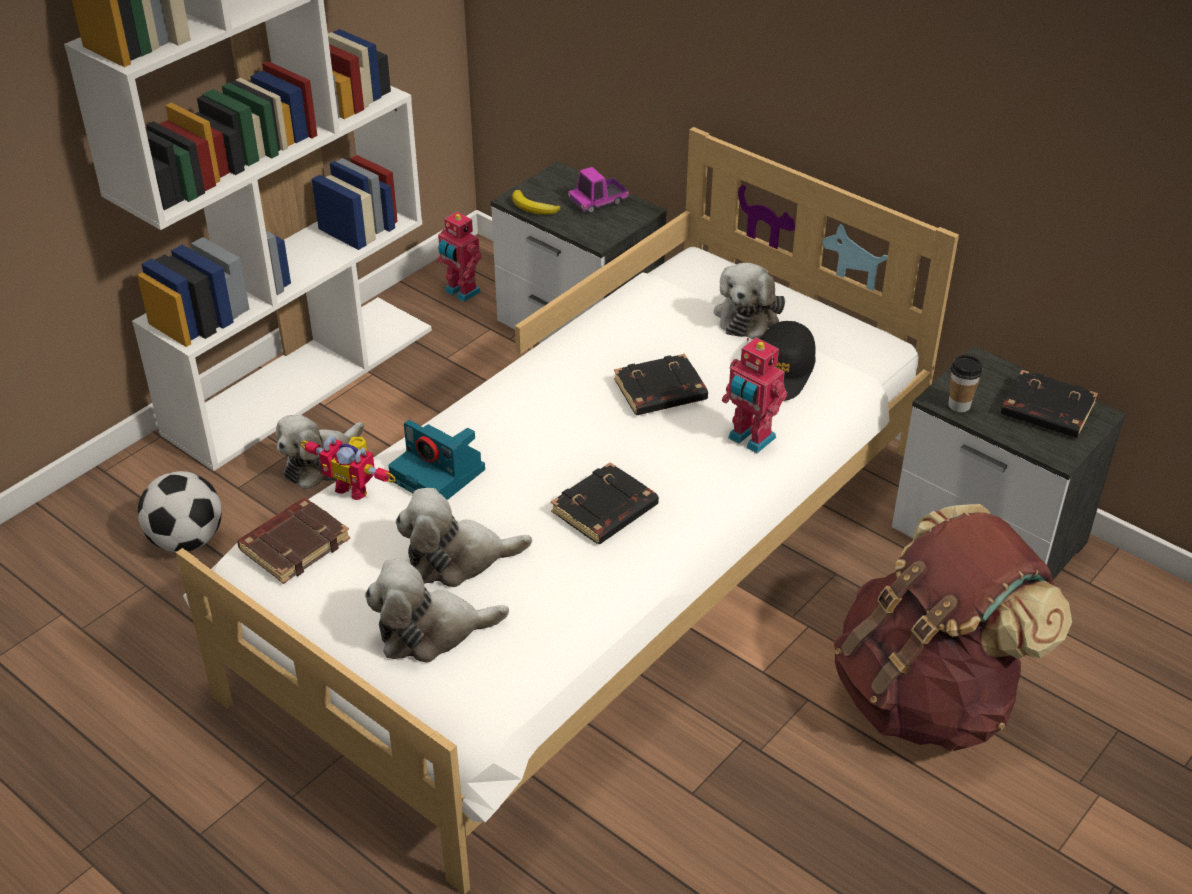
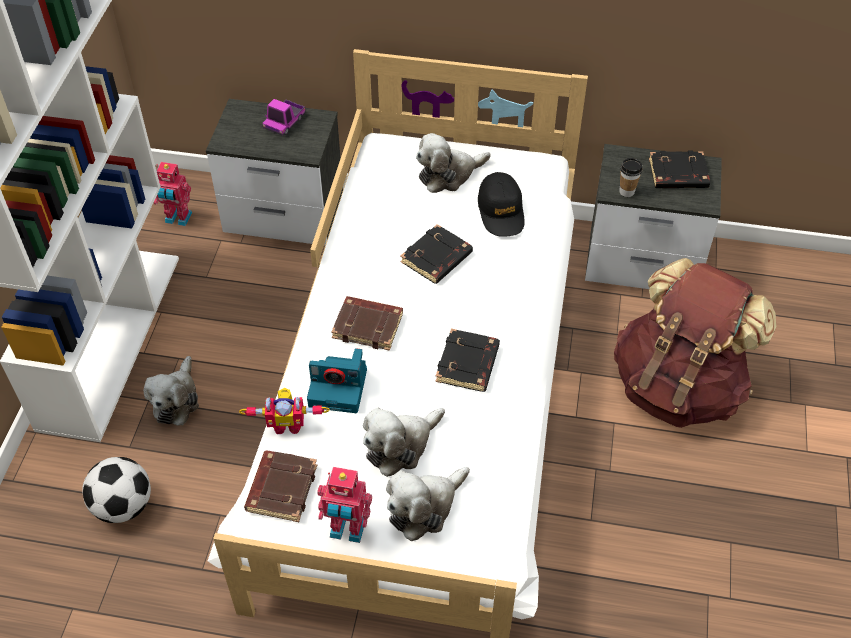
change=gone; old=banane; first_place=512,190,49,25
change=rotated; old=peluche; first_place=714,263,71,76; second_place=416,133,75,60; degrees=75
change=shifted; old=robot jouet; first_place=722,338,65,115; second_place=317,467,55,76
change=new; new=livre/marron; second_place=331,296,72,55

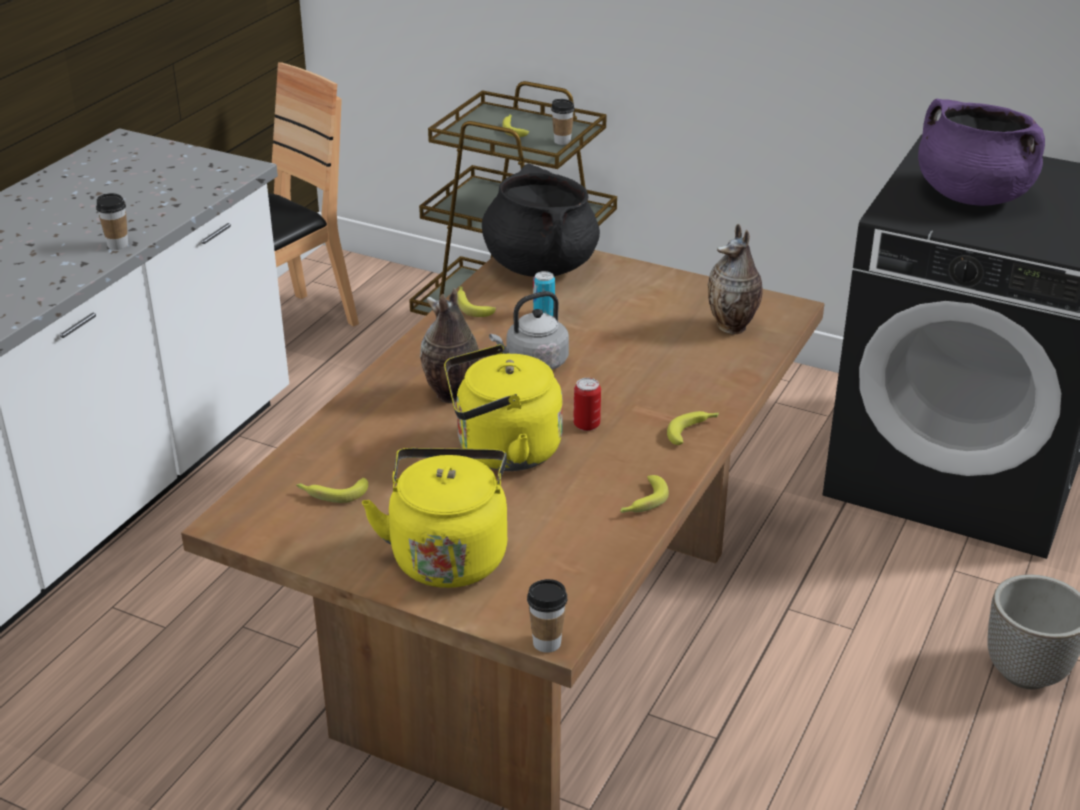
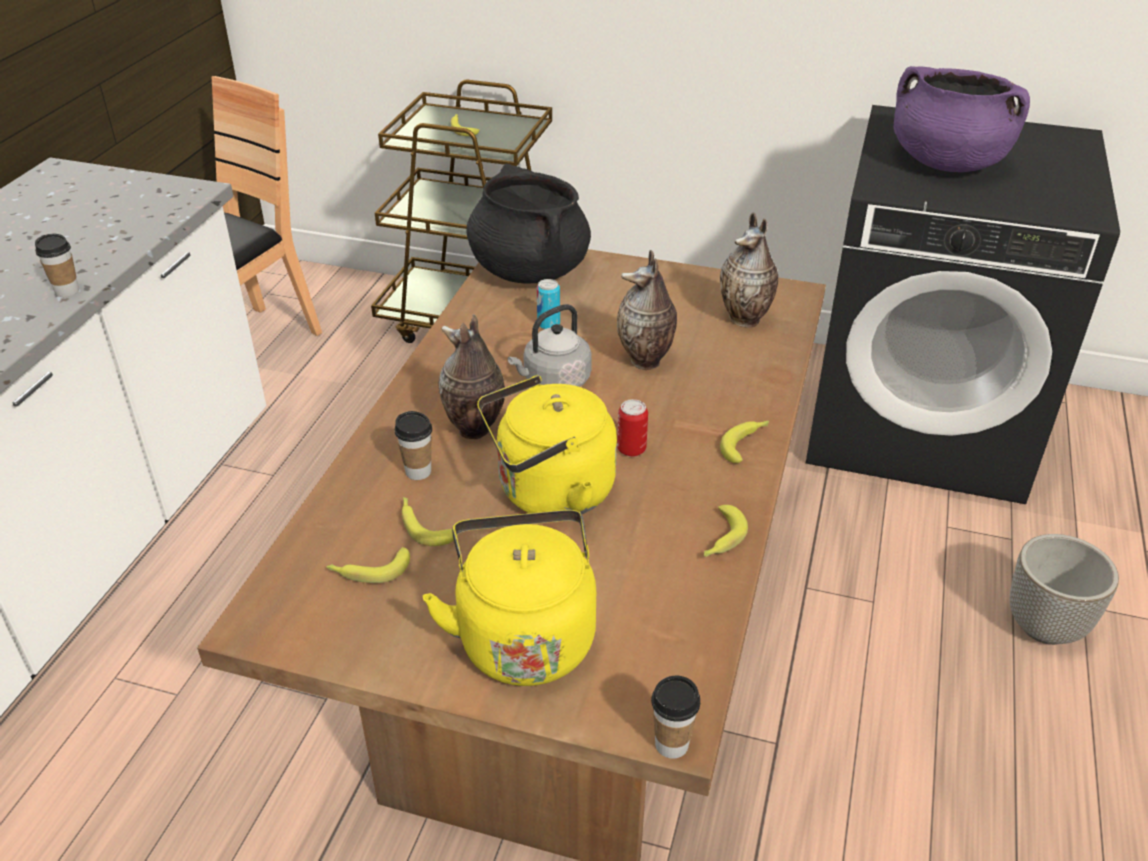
change=shifted; old=banane; first_place=457,286,39,31; second_place=402,497,56,49
change=shifted; old=tasse; first_place=551,99,24,46; second_place=395,411,37,69
change=new; new=vase; second_place=617,250,60,120

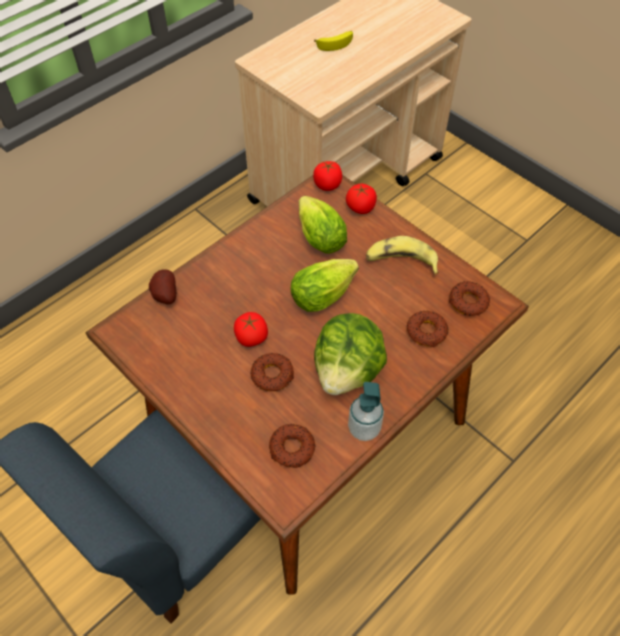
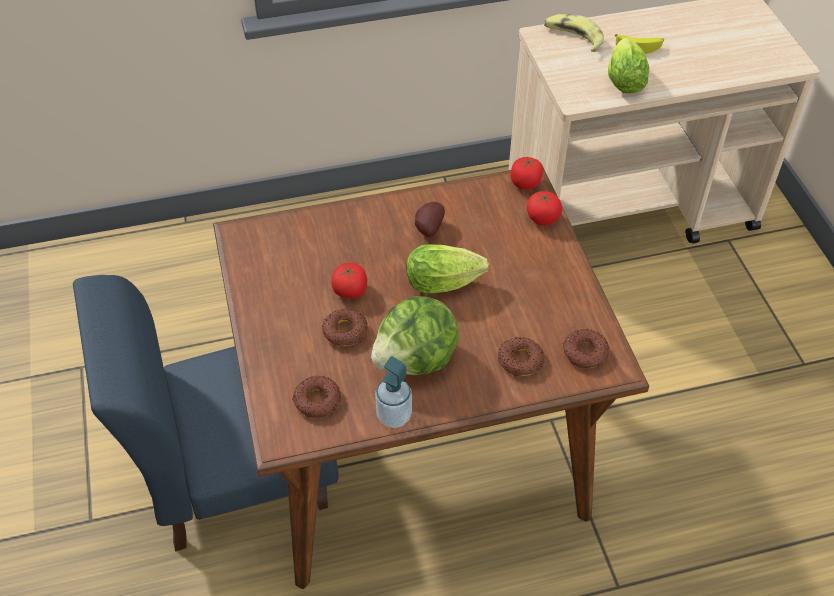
change=shifted; old=pomme de terre; first_place=149,269,27,35; second_place=415,202,30,35
change=shifted; old=laitue; first_place=299,196,48,58; second_place=608,38,41,56
change=shifted; old=banane; first_place=366,236,73,39; second_place=544,14,60,38

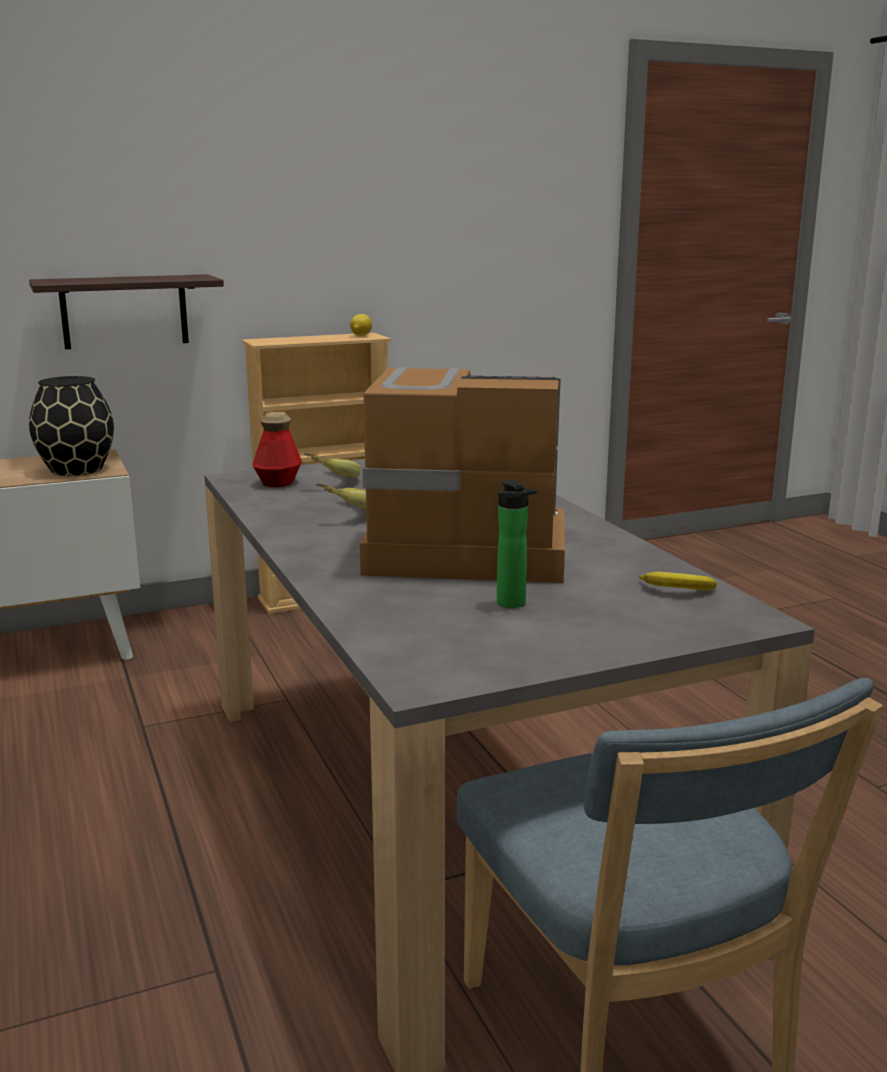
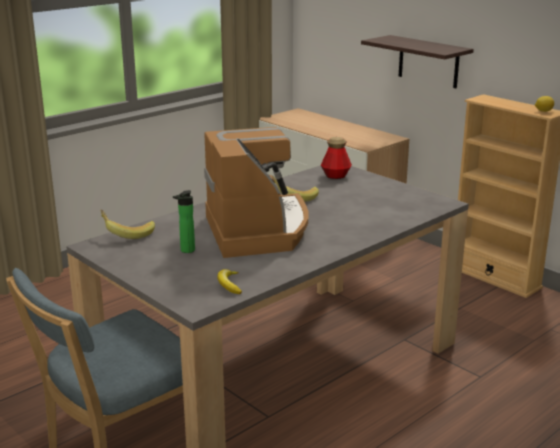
change=gone; old=vase/noir; first_place=29,376,85,100
change=shifted; old=banane; first_place=304,453,57,25; second_place=100,210,55,29

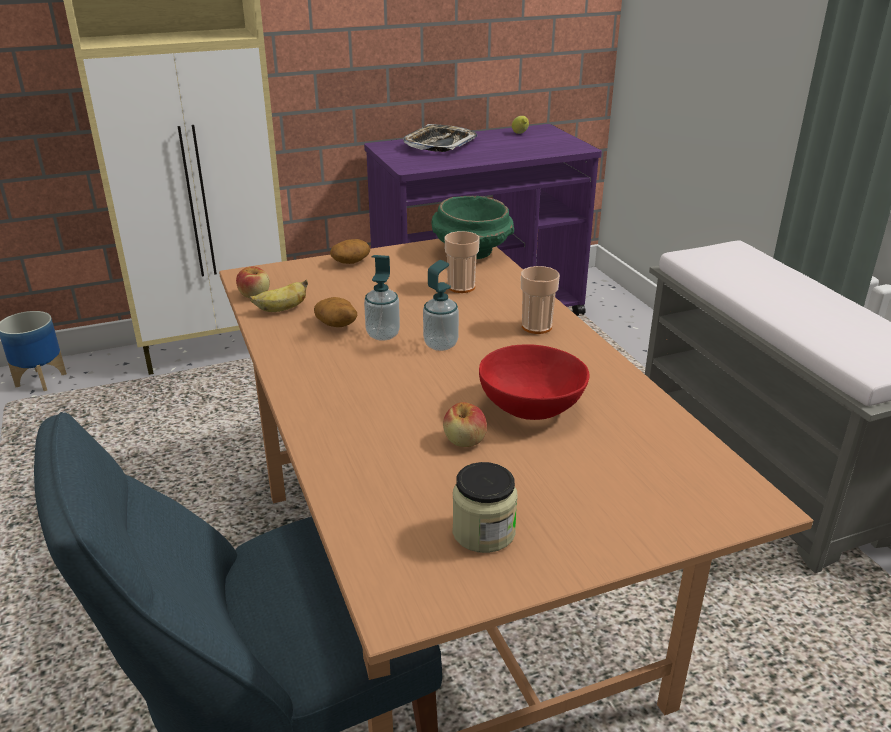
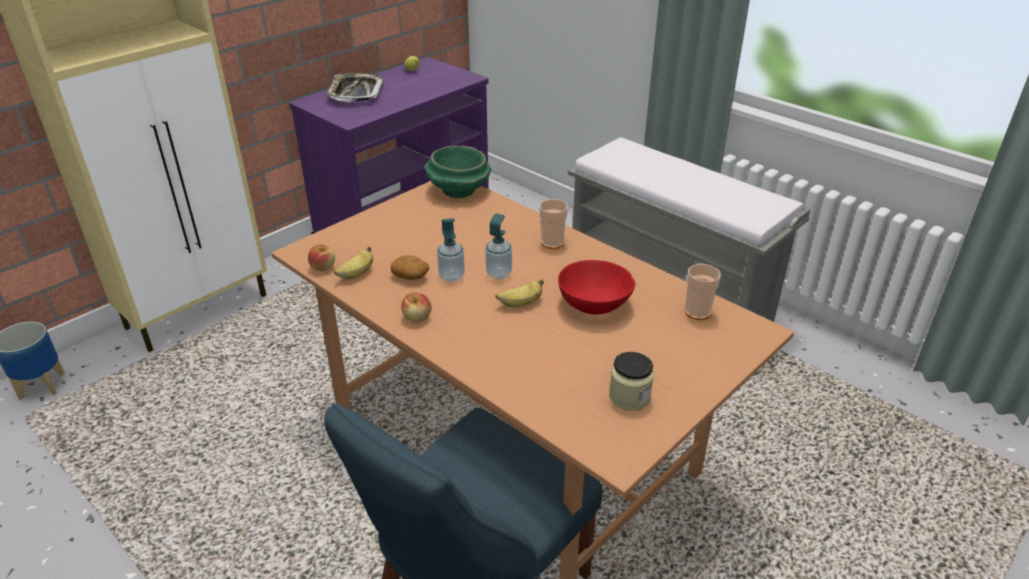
change=gone; old=pomme de terre; first_place=330,239,40,25
change=shifted; old=pomme; first_place=443,402,44,45; second_place=401,292,30,30
change=shifted; old=tasse; first_place=444,231,36,62; second_place=685,264,36,56
change=new; new=banane; second_place=496,279,48,28

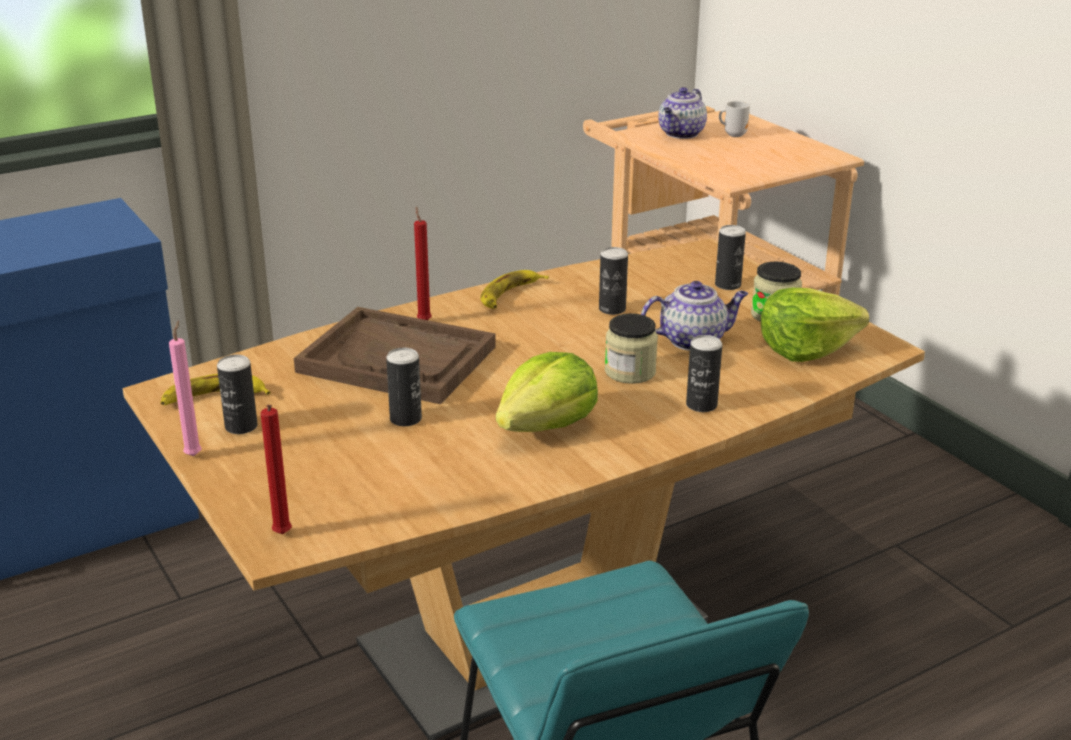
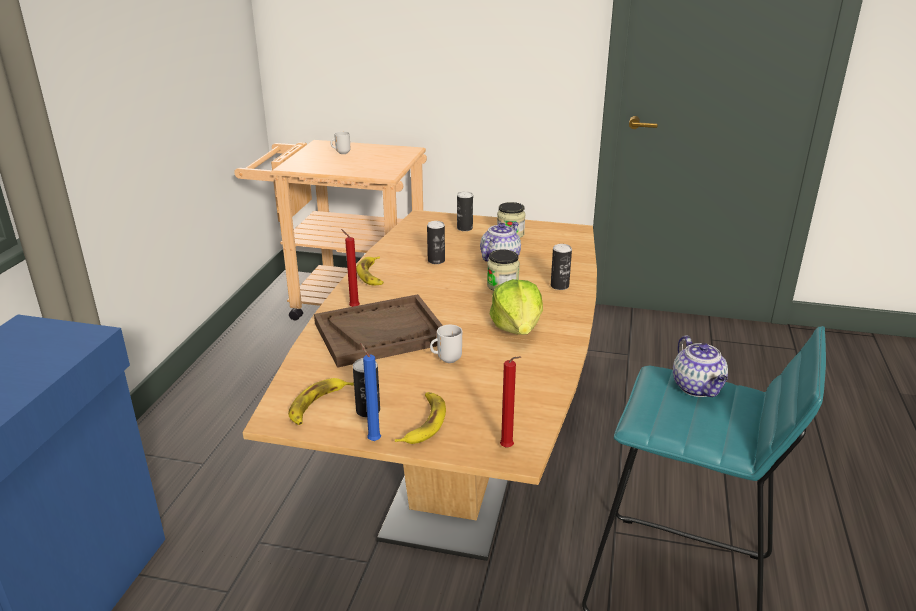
change=repainted; old=bougie/rose; new=bougie/bleu; first_place=169,321,32,135; second_place=360,343,21,98
change=swapped; old=boîte métallique; new=mug; first_place=386,348,36,78; second_place=430,325,32,38
change=shifted; old=théière; first_place=658,87,49,52; second_place=673,335,55,62
change=gone; old=laitue; first_place=761,288,108,74
change=new; new=banane; second_place=395,392,51,52

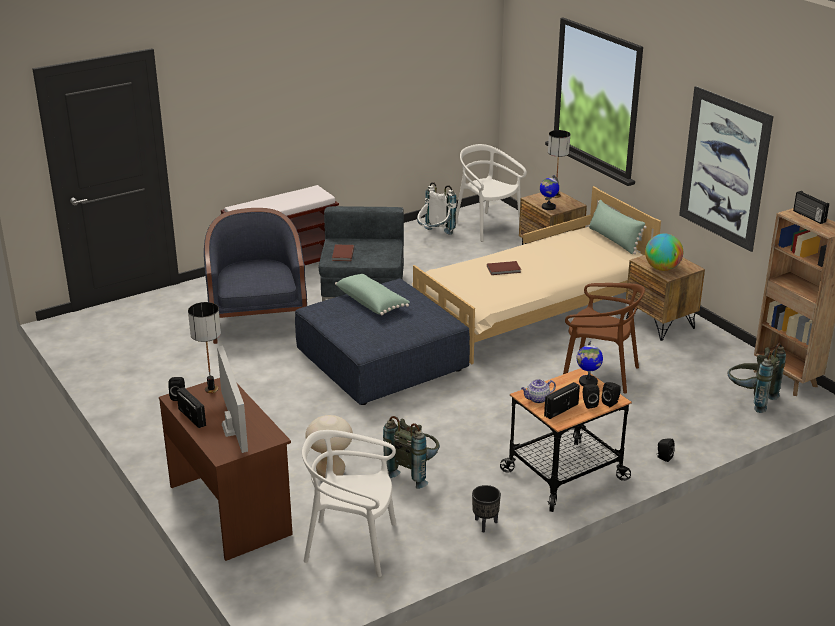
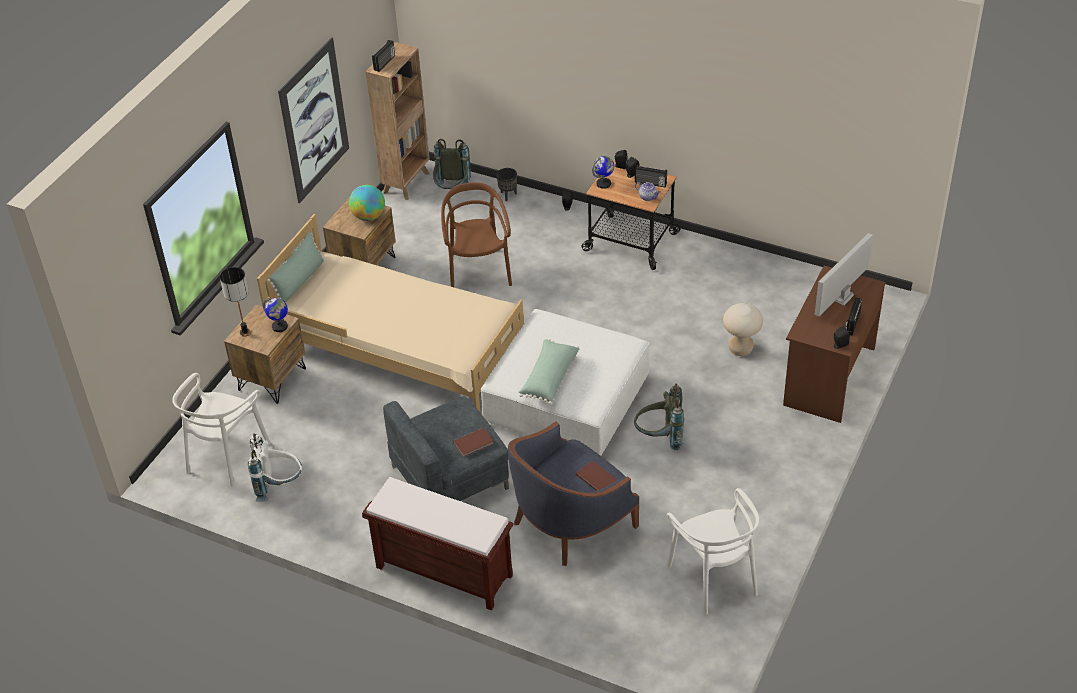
change=gone; old=lampe de table; first_place=188,302,33,91
change=repainted; old=pouf/bleu; new=pouf/blanc; first_place=295,279,175,126; second_place=481,309,168,147
change=shifted; old=chaise/blanc; first_place=302,430,94,147; second_place=667,488,92,127
change=shifted; old=sac à dos/gris; first_place=383,416,57,73; second_place=634,384,50,66
change=shifted; old=cache-pot/noir; first_place=472,485,29,48; second_place=497,168,20,33
change=shifted; old=livre/marron; first_place=487,261,34,14; second_place=576,461,41,30

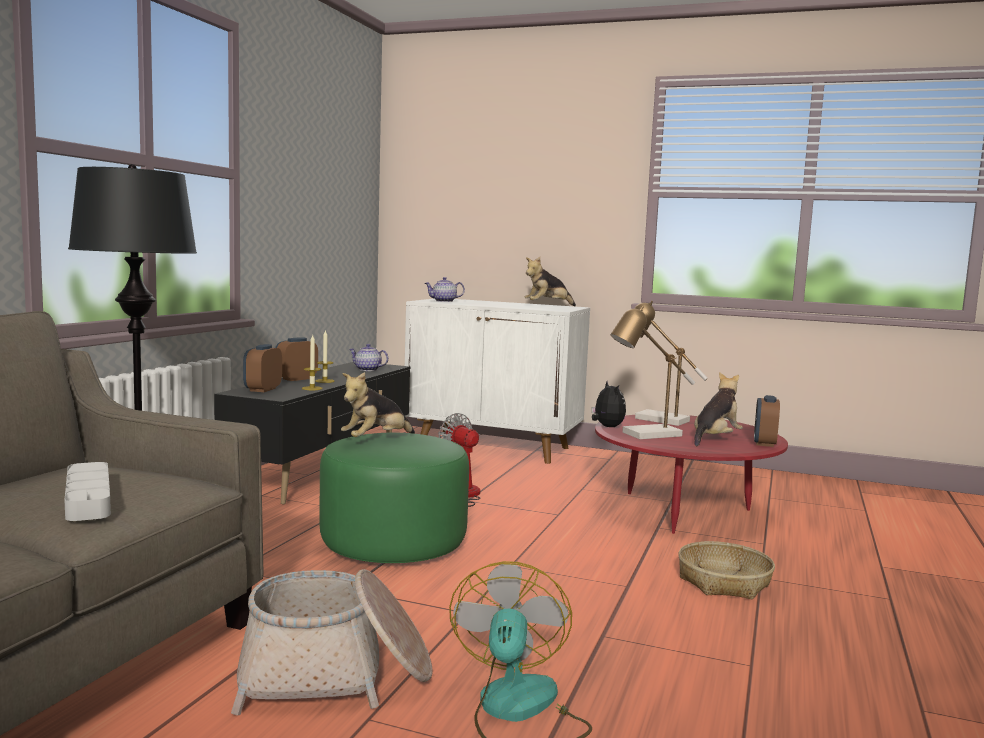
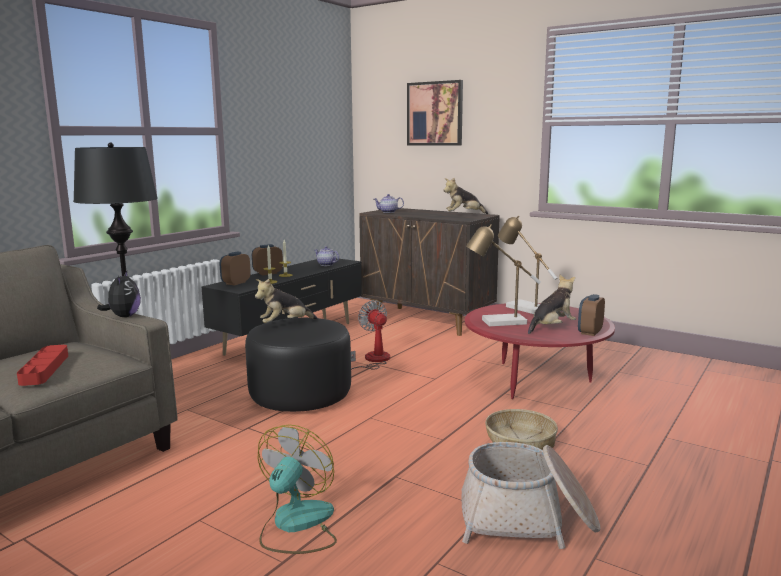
change=repainted; old=plateau/gris; new=plateau/rouge; first_place=65,462,46,59; second_place=17,345,51,41
change=shifted; old=panier; first_place=231,569,202,146; second_place=461,442,140,107
change=repainted; old=pouf/vert; new=pouf/noir; first_place=319,433,150,130; second_place=245,318,106,94
change=repainted; old=meuble de rangement/blanc; new=meuble de rangement/marron; first_place=405,299,185,165; second_place=359,208,141,128
change=shifted; old=peluche; first_place=592,381,34,46; second_place=97,271,44,46
change=new; new=tableau; second_place=407,80,56,66

